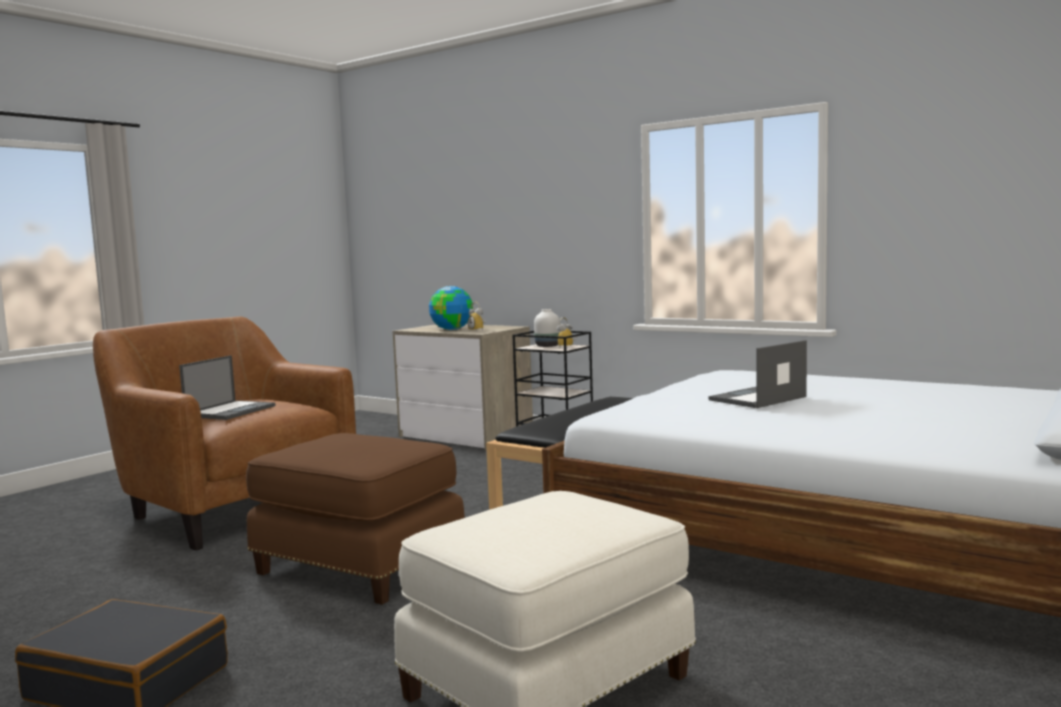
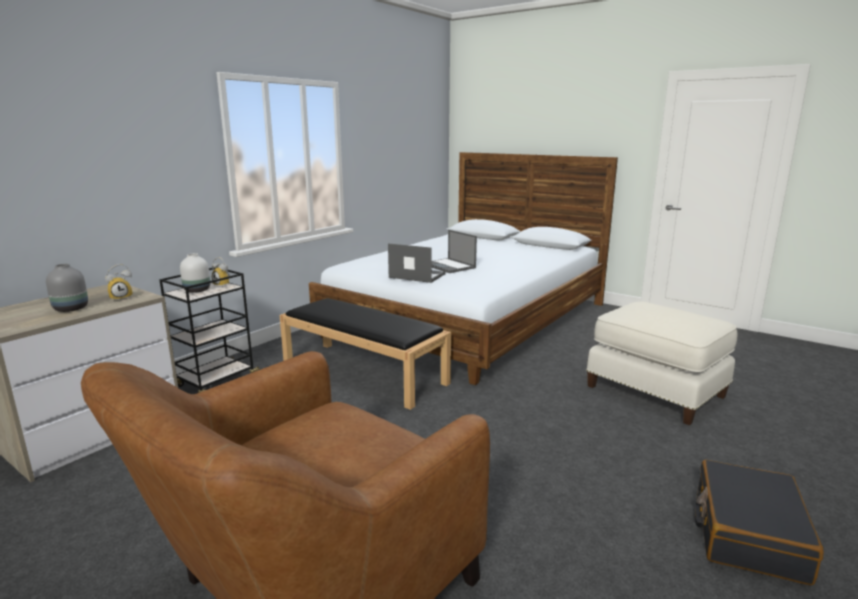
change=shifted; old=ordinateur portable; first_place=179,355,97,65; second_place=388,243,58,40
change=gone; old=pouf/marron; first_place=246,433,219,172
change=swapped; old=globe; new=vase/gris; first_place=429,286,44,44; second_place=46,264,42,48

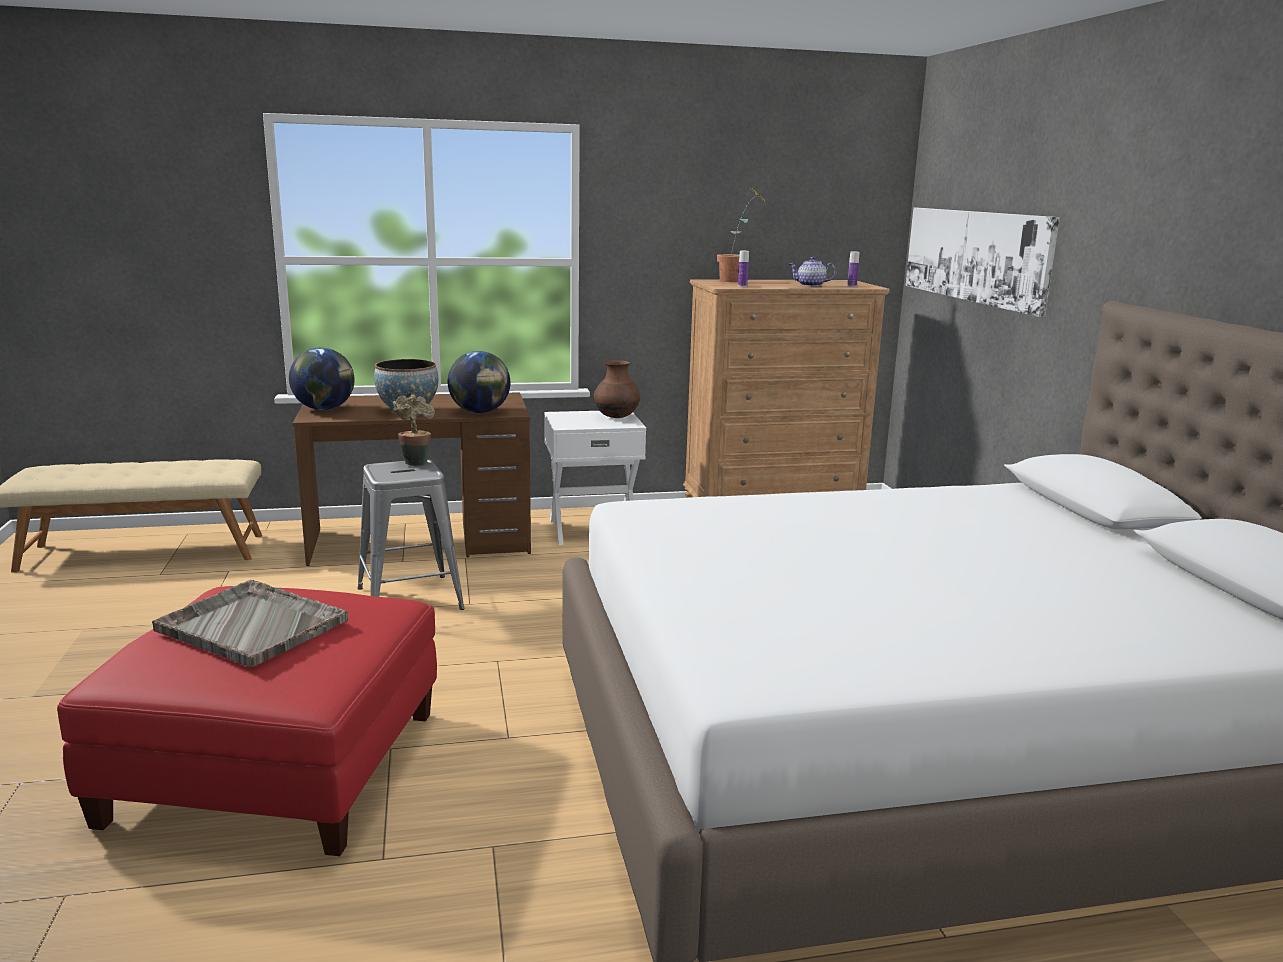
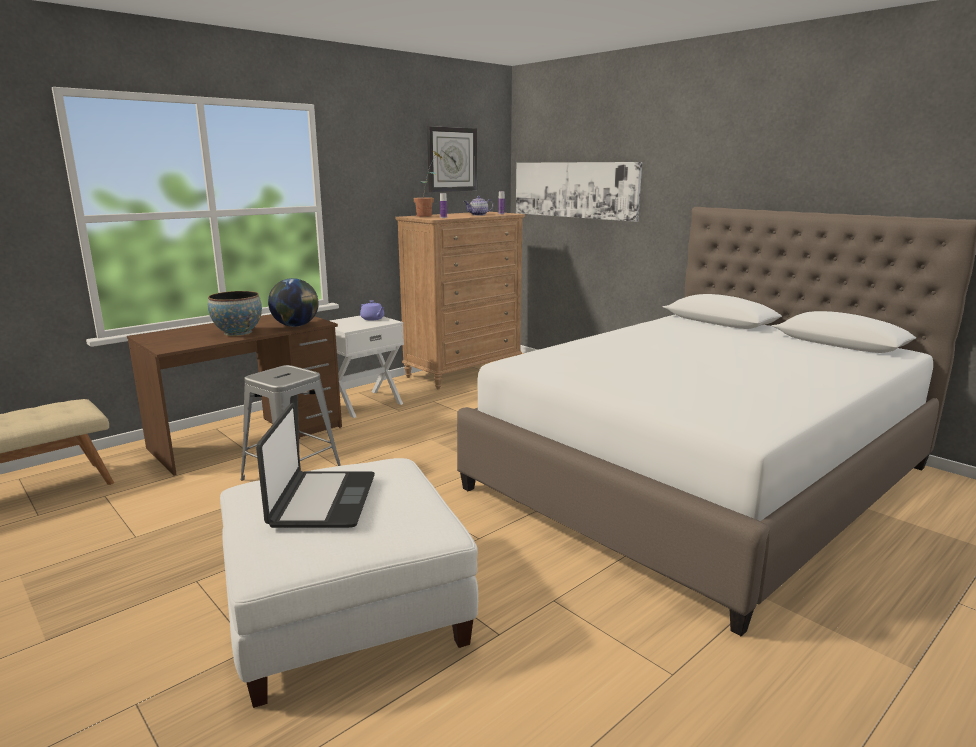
change=repainted; old=pouf/rouge; new=pouf/blanc; first_place=57,586,380,270; second_place=220,458,258,250
change=swapped; old=plateau/gris; new=ordinateur portable; first_place=152,580,196,87; second_place=256,403,119,125
change=gone; old=globe; first_place=289,348,66,62
change=gone; old=plante en pot; first_place=393,395,42,71
change=swapped; old=vase/marron; new=théière/violet; first_place=594,360,46,58; second_place=360,300,24,20
change=new; new=horloge murale; second_place=427,126,50,66

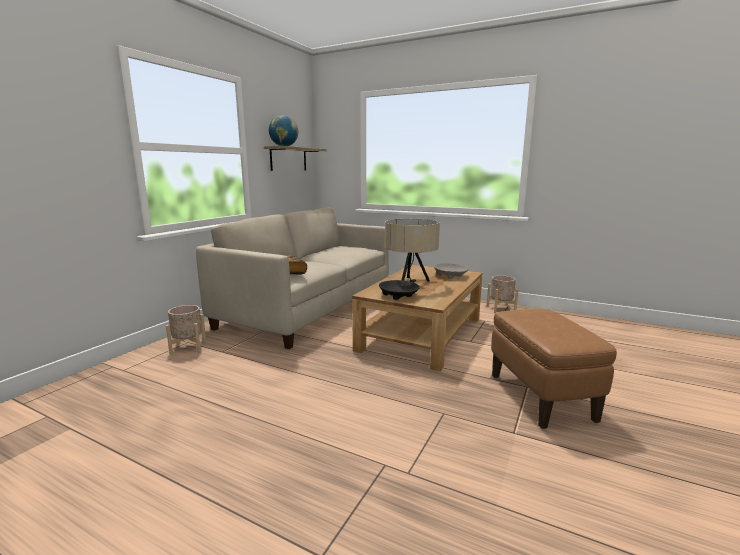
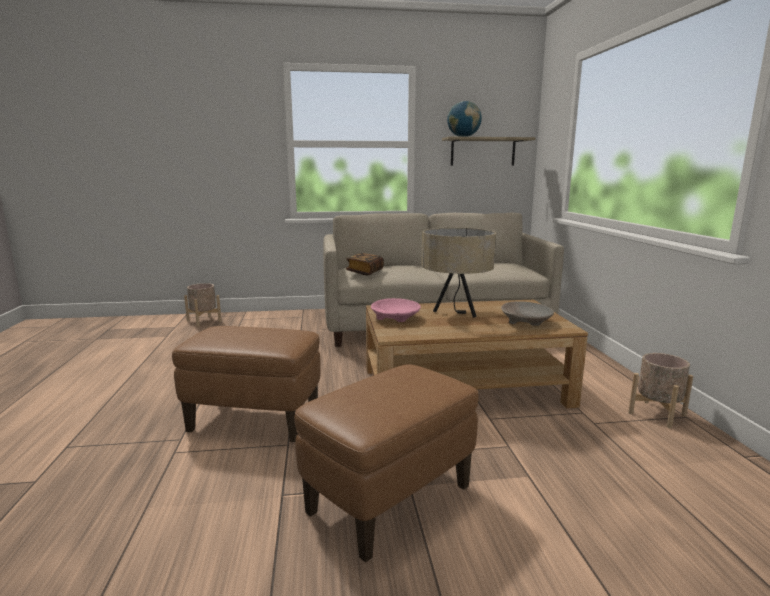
change=shifted; old=cache-pot/beige; first_place=166,305,40,50; second_place=184,283,37,44
change=repainted; old=bol/noir; new=bol/rose; first_place=379,280,41,20; second_place=371,298,50,24
change=new; new=pouf/marron; second_place=172,326,149,116

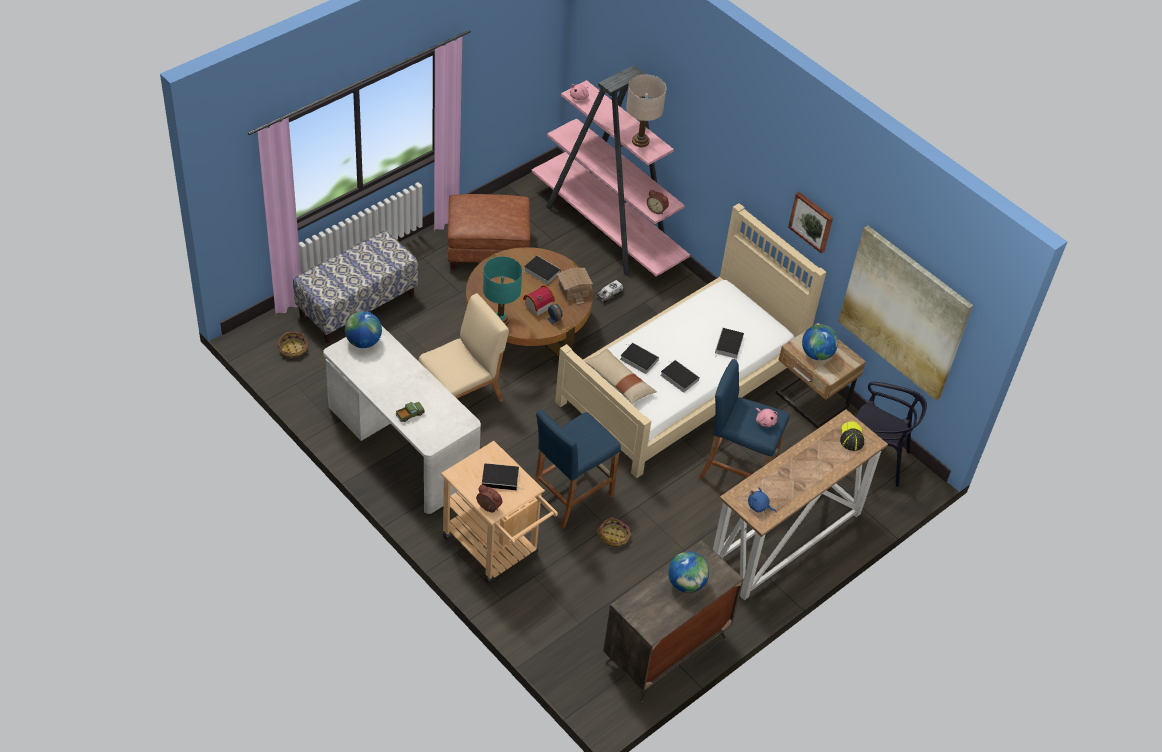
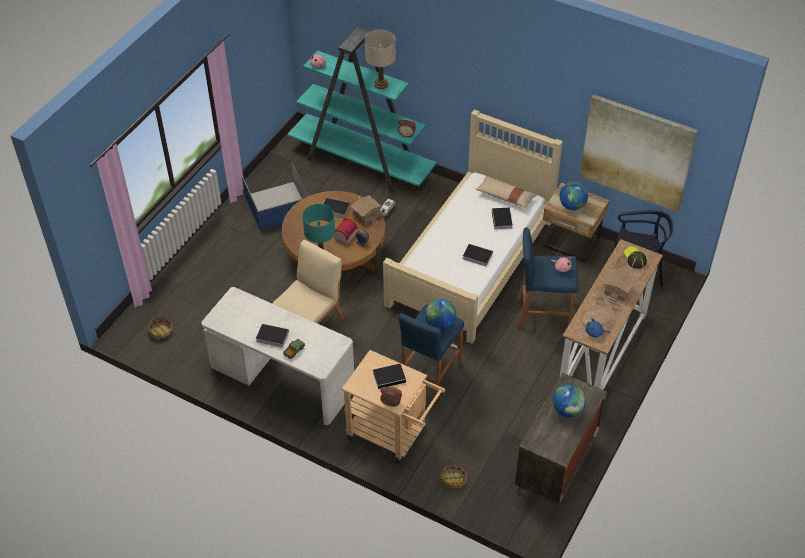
change=gone; old=banc; first_place=293,231,125,112
change=shifted; old=globe; first_place=345,311,37,37; second_place=425,299,31,31
change=swapped; old=pouf/marron; new=boîte de rangement/bleu; first_place=447,194,83,75; second_place=242,163,67,68
change=repainted; old=bibliothèque/rose; new=bibliothèque/turquoise; first_place=532,65,158,211; second_place=287,26,150,168
change=shifted; old=coussin/beige; first_place=583,349,74,55; second_place=475,176,62,32
change=shifted; old=panier; first_place=597,517,35,30; second_place=439,465,28,25
change=shifted; old=livre; first_place=620,343,39,31; second_place=256,324,33,23
change=gone; old=tableau; first_place=788,192,45,62
change=new; new=maison miniature; second_place=603,269,34,35

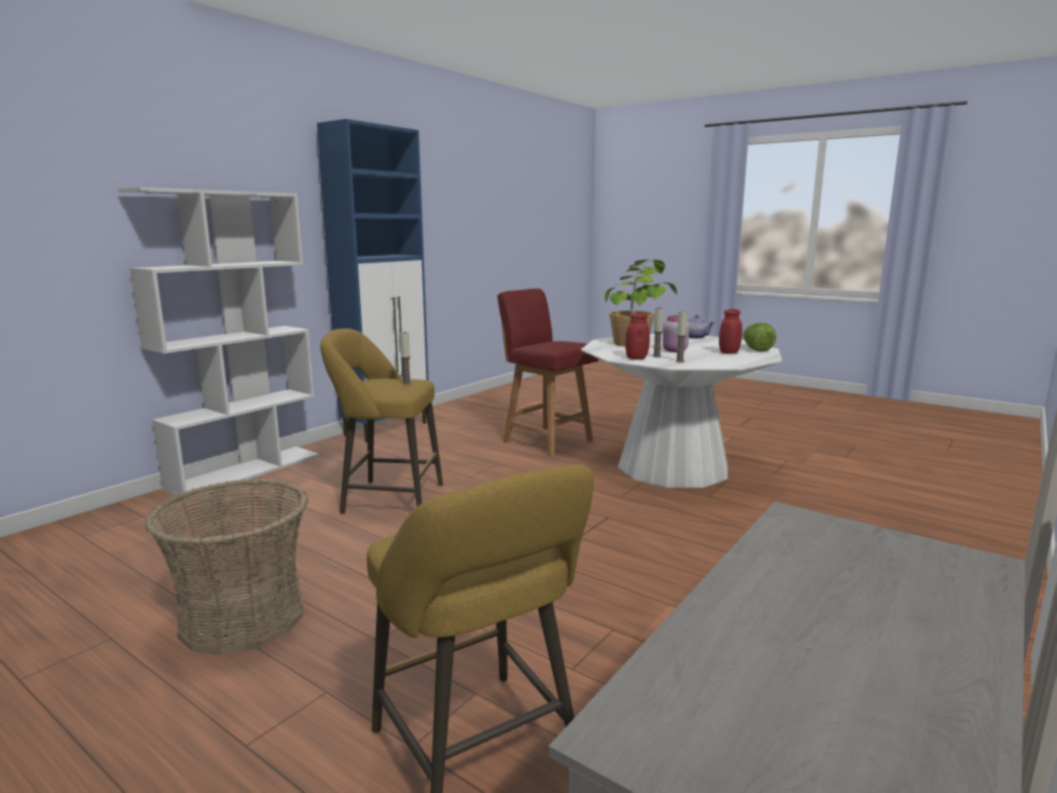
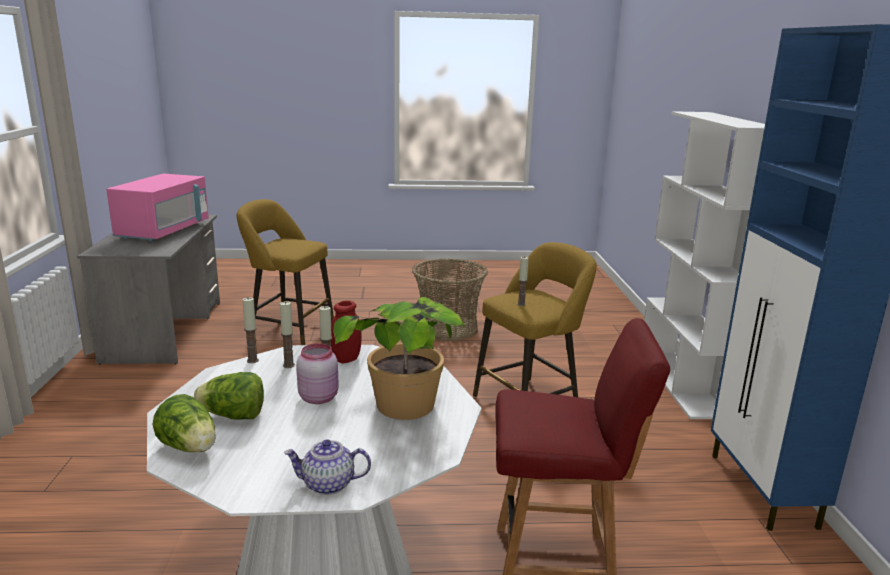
change=swapped; old=bocal/rouge; new=laitue; first_place=719,309,23,45; second_place=194,372,70,48
change=new; new=micro-ondes/rose; second_place=106,174,103,67
change=new; new=bougie; second_place=242,297,17,66

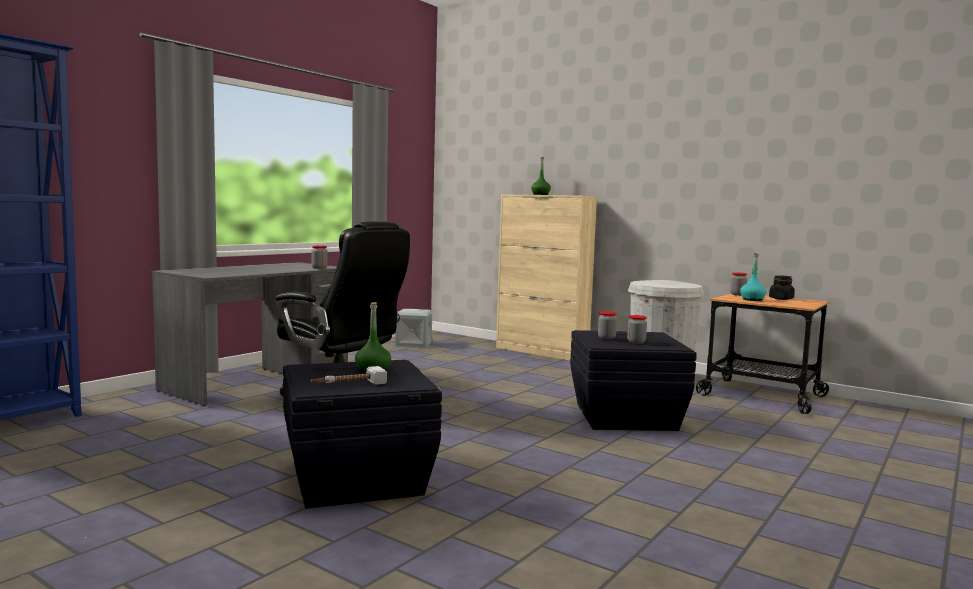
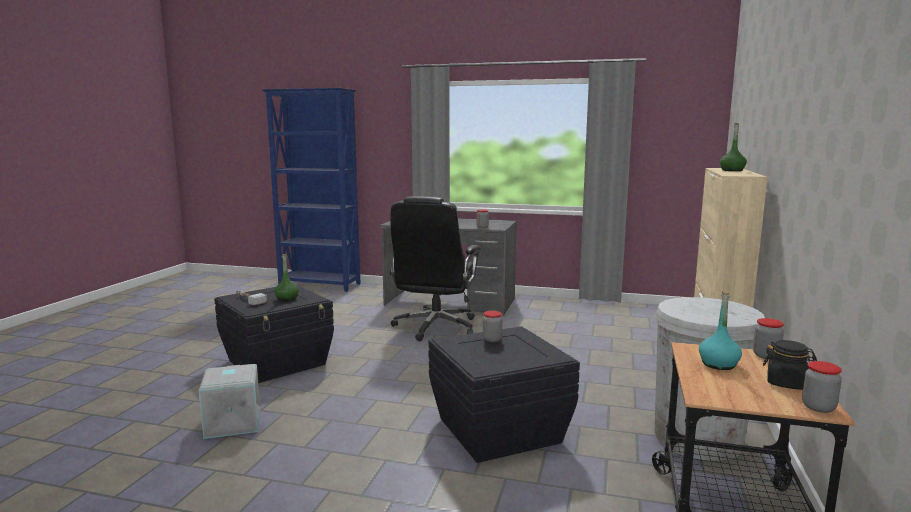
change=shifted; old=boîte de rangement/gris; first_place=395,309,38,39; second_place=199,364,61,75
change=shifted; old=bocal; first_place=627,315,20,29; second_place=802,361,40,52

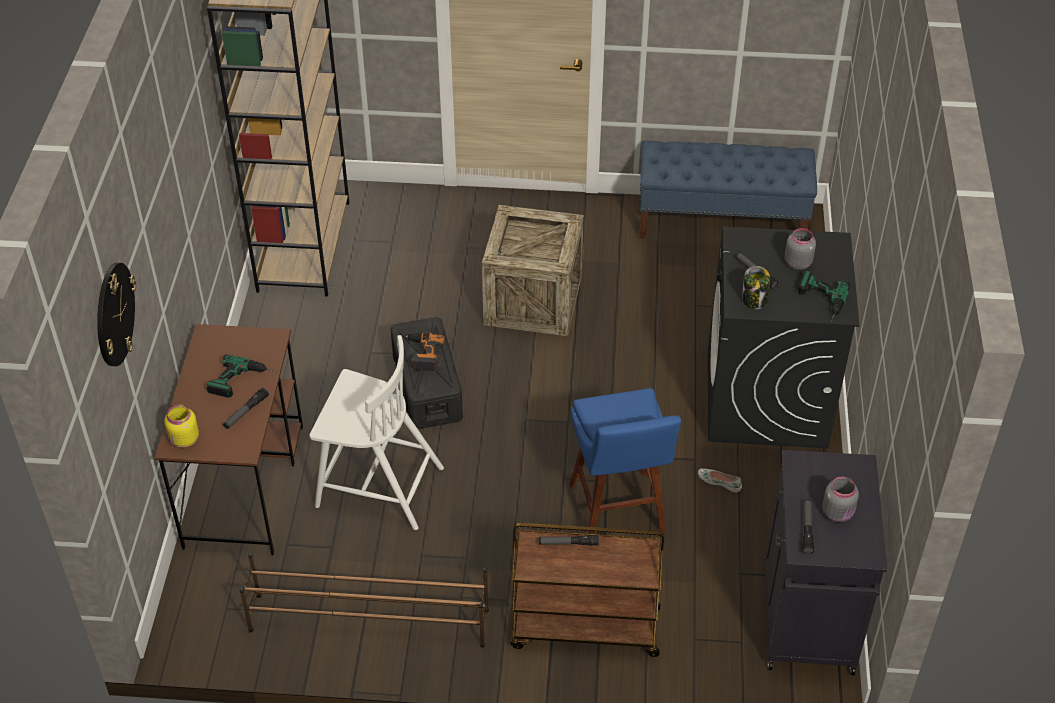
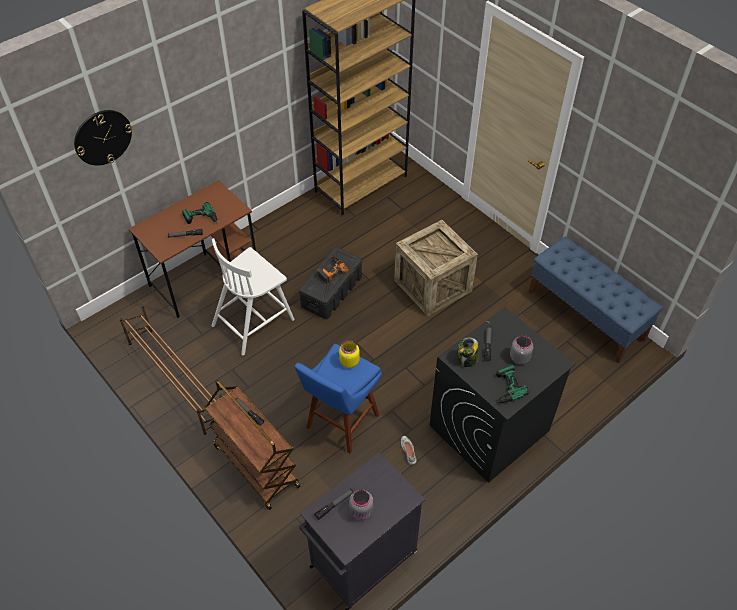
change=shifted; old=bocal/jaune; first_place=164,405,35,43; second_place=339,340,21,28
change=rotated; old=chaise/blanc; first_place=309,335,135,195; second_place=212,238,83,117; degrees=75

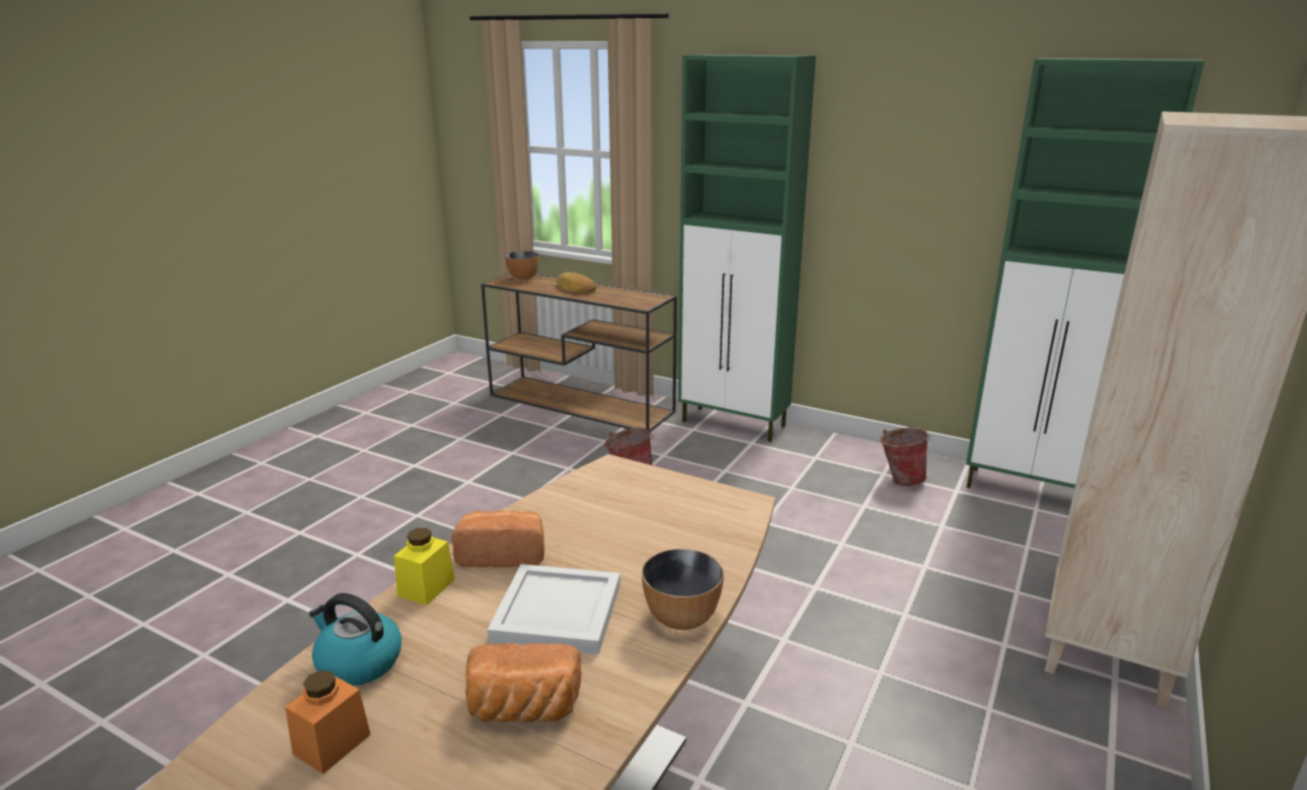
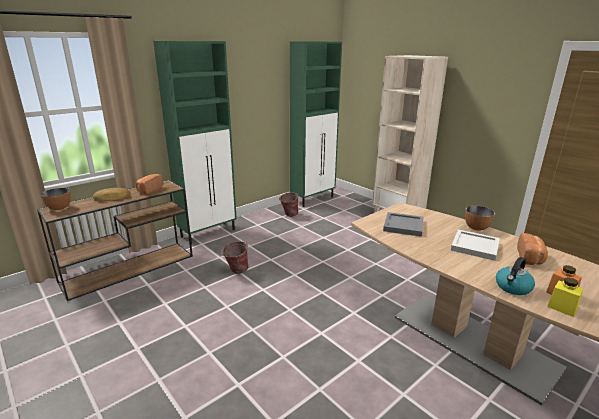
change=shifted; old=bocal/jaune; first_place=394,528,61,77; second_place=547,277,36,40
change=shifted; old=pain; first_place=452,510,93,57; second_place=135,174,28,20
change=new; new=plateau/gris; second_place=383,212,41,25

